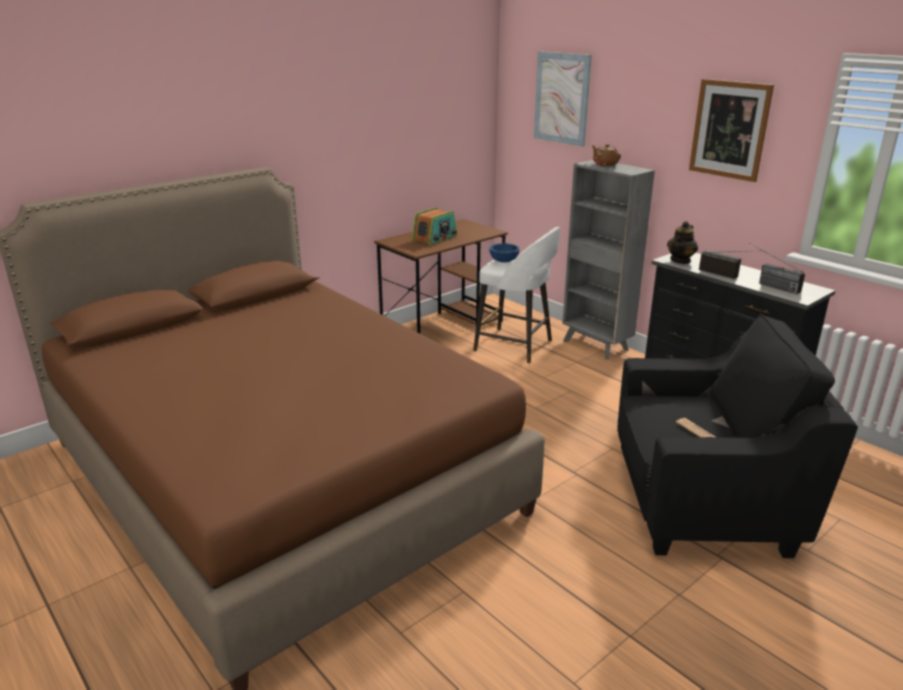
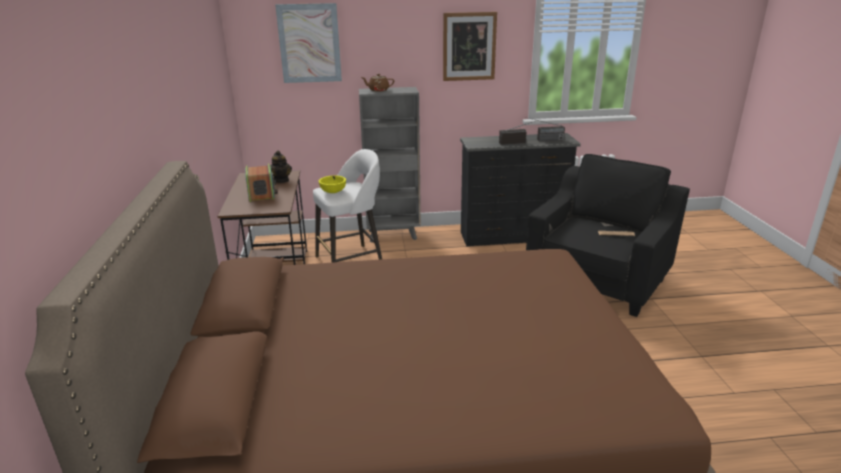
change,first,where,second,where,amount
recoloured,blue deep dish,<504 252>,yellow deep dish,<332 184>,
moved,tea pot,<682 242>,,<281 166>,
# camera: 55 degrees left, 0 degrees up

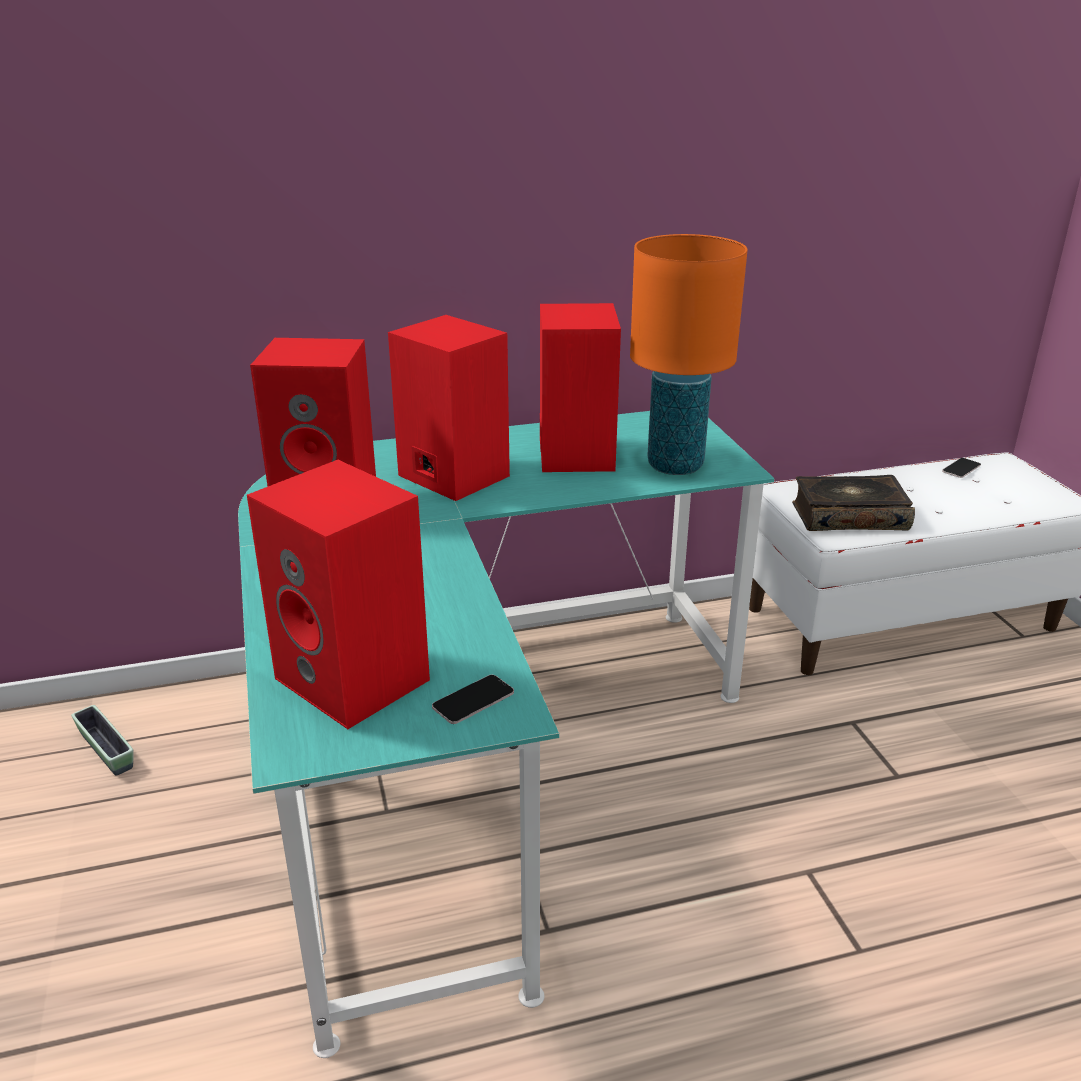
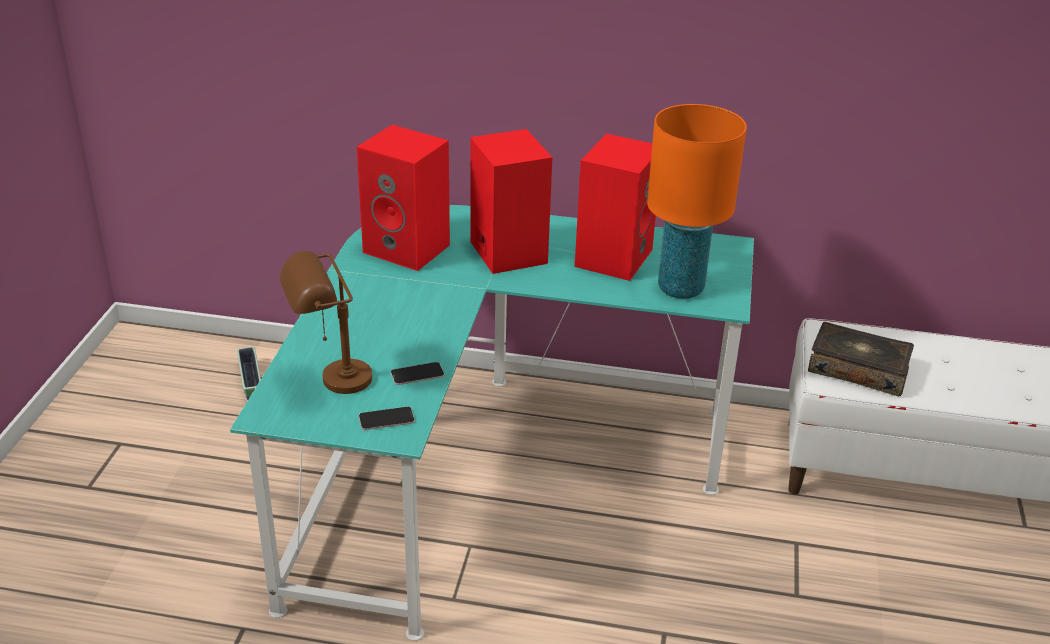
change,first,where,second,where,amount
replaced,reddish speaker,<338 594>,brown-coloured lamp for a table,<326 322>,
moved,phone,<961 468>,,<417 373>,
# camera: 25 degrees right, 5 degrees up

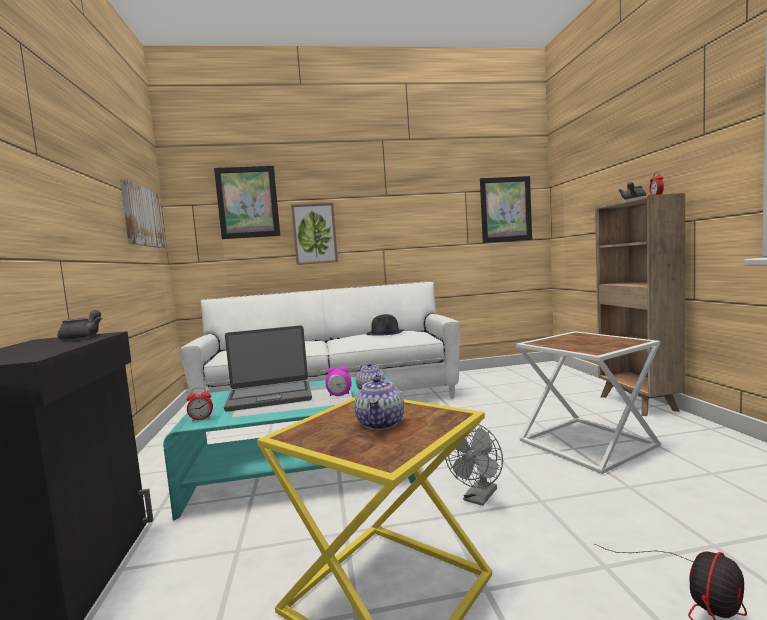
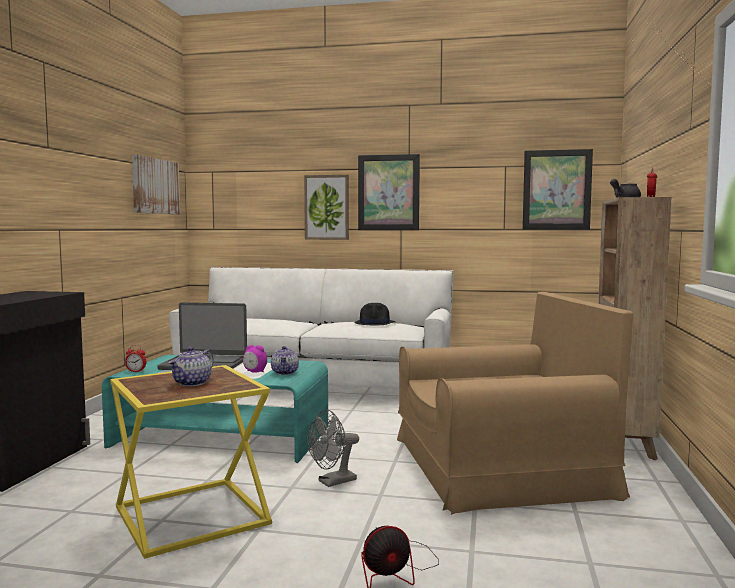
change,first,where,second,where,amount
removed,gray tea pot,<80 325>,,,
moved,picture,<247 202>,,<389 192>,
replaced,white-coloured side table,<588 402>,brown-coloured easy chair,<515 403>,
# camera: 20 degrees right, 0 degrees up

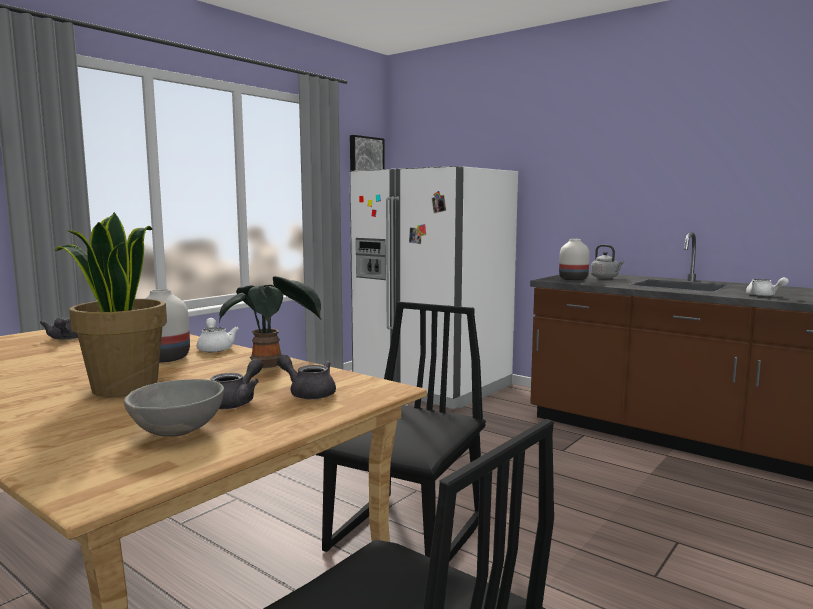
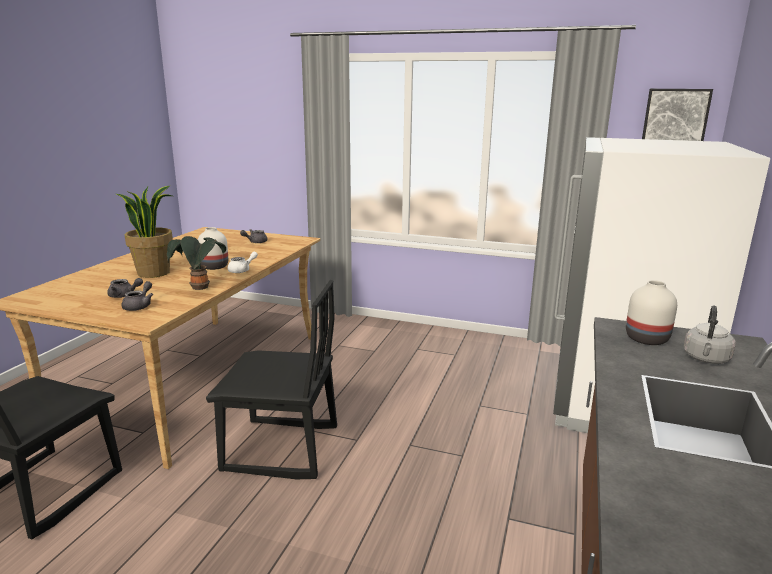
change,first,where,second,where,amount
removed,gray deep dish,<174 408>,,,
removed,white-coloured tea pot,<767 286>,,,
# camera: 70 degrees right, 10 degrees up

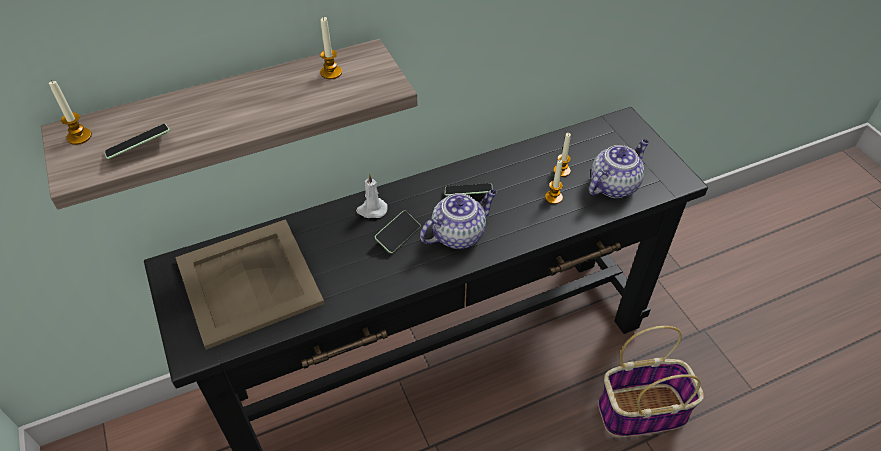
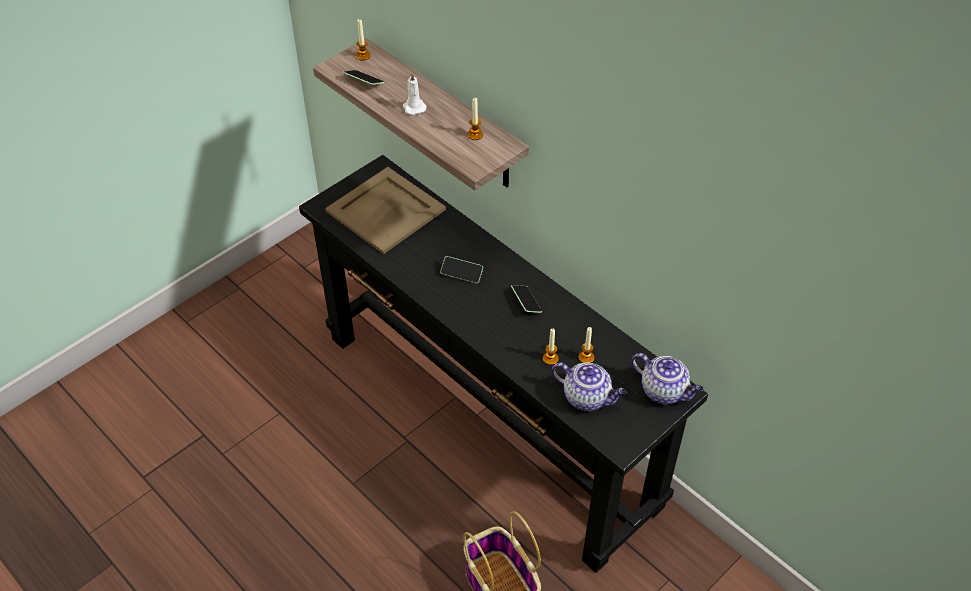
change,first,where,second,where,amount
moved,white-coloured wax candle,<372 196>,,<415 93>,
moved,tea pot,<458 219>,,<668 379>,
# camera: 70 degrees right, 0 degrees up

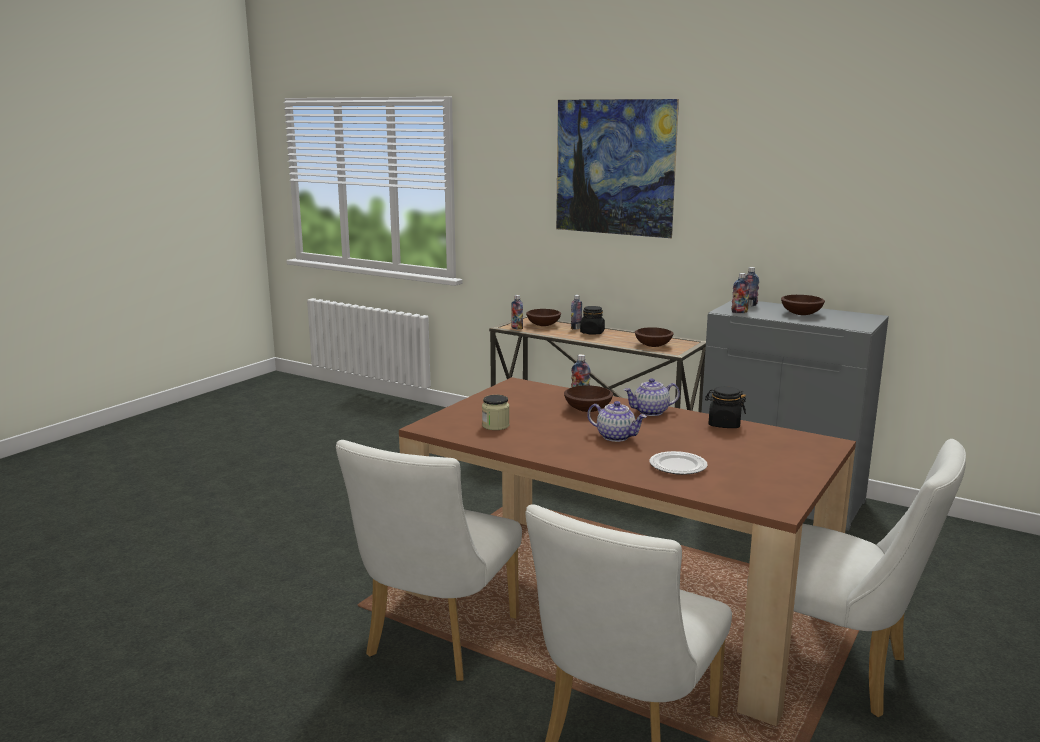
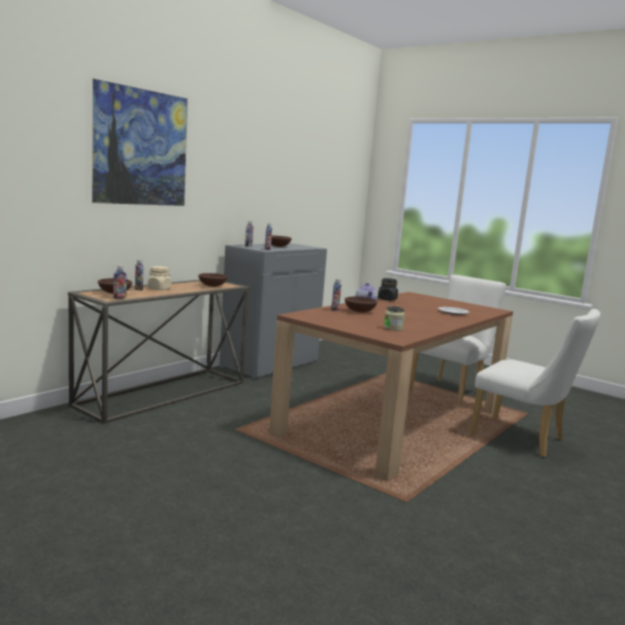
change,first,where,second,where,amount
removed,white-coloured chair,<429 560>,,,
recoloured,blackish jar,<592 320>,beige-coloured jar,<159 278>,
removed,tea pot,<617 421>,,,
# camera: 85 degrees left, 5 degrees down

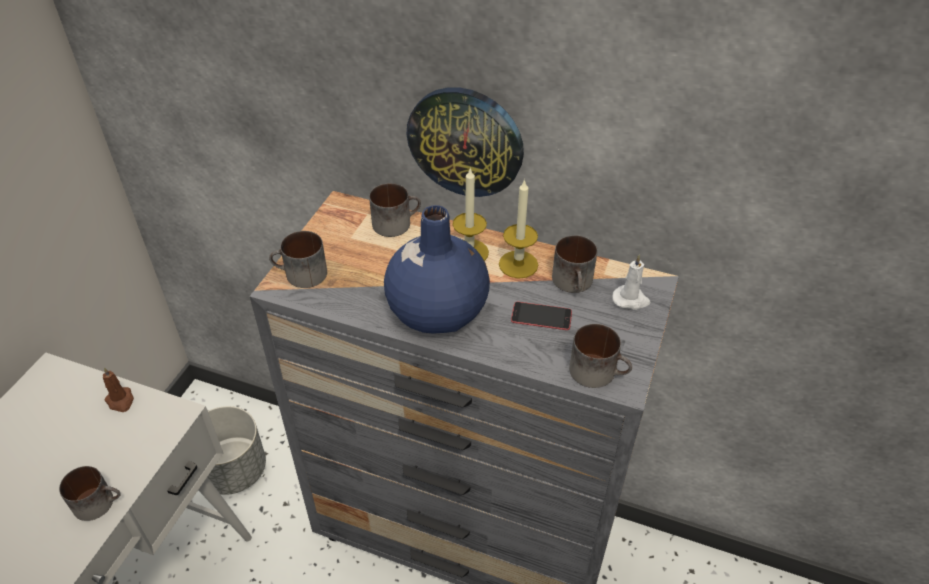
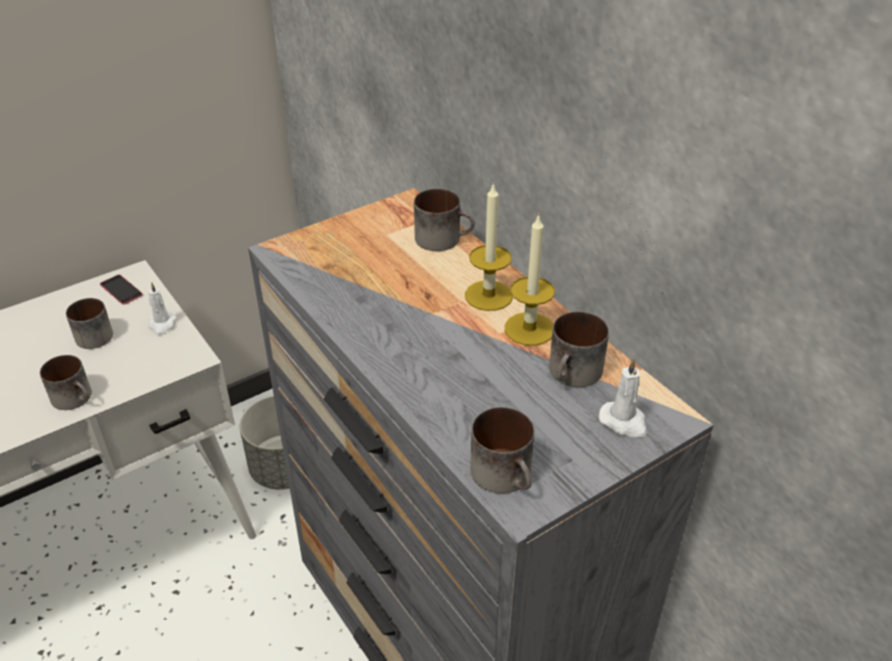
change,first,where,second,where,amount
recoloured,brown-coloured wax candle,<118 389>,white-coloured wax candle,<162 308>,
moved,tea mug,<298 259>,,<89 323>,
removed,blue decorative vase,<437 269>,,,
removed,hanging clock,<465 142>,,,
moved,phone,<541 316>,,<121 290>,
# camera: 35 degrees right, 5 degrees down

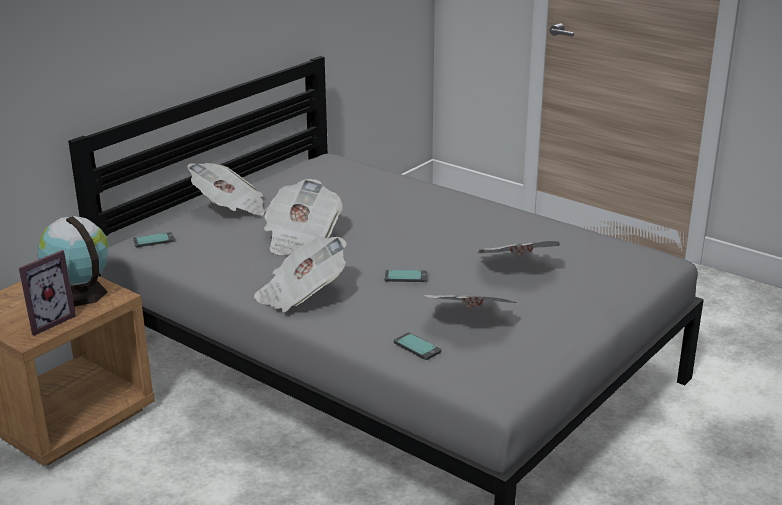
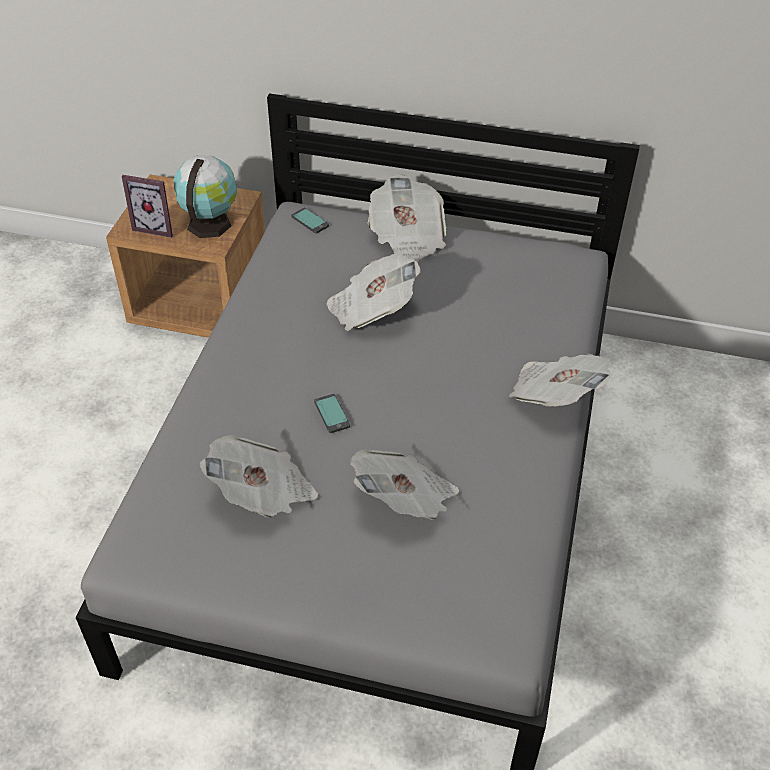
change,first,where,second,where,amount
moved,daily paper,<300 274>,,<560 380>,
removed,phone,<417 346>,,,
# camera: 65 degrees right, 20 degrees up

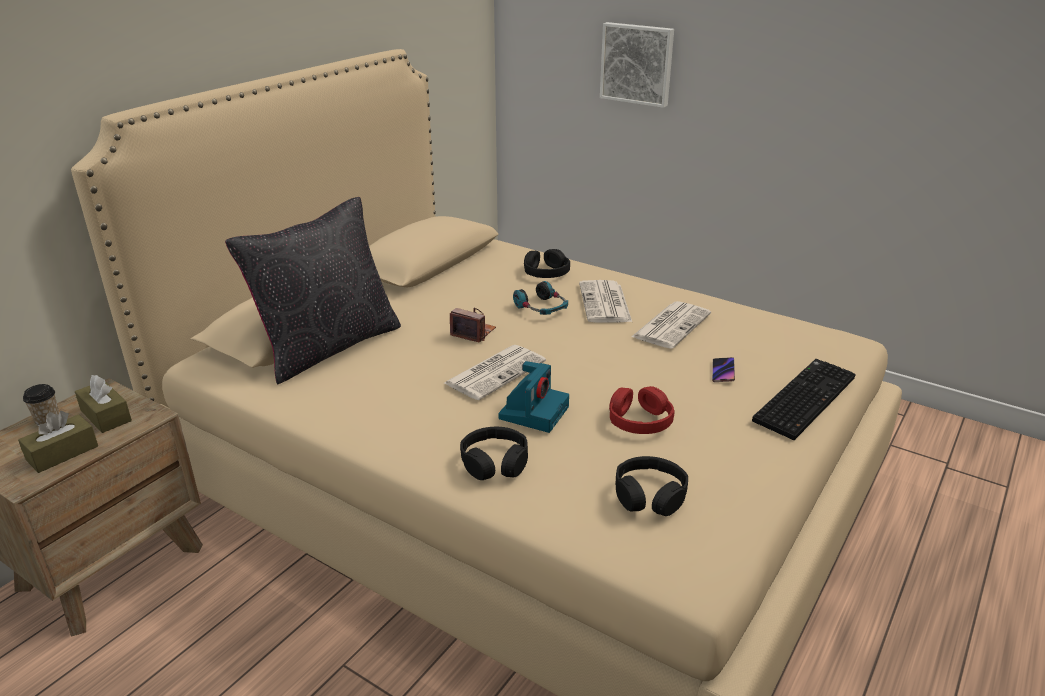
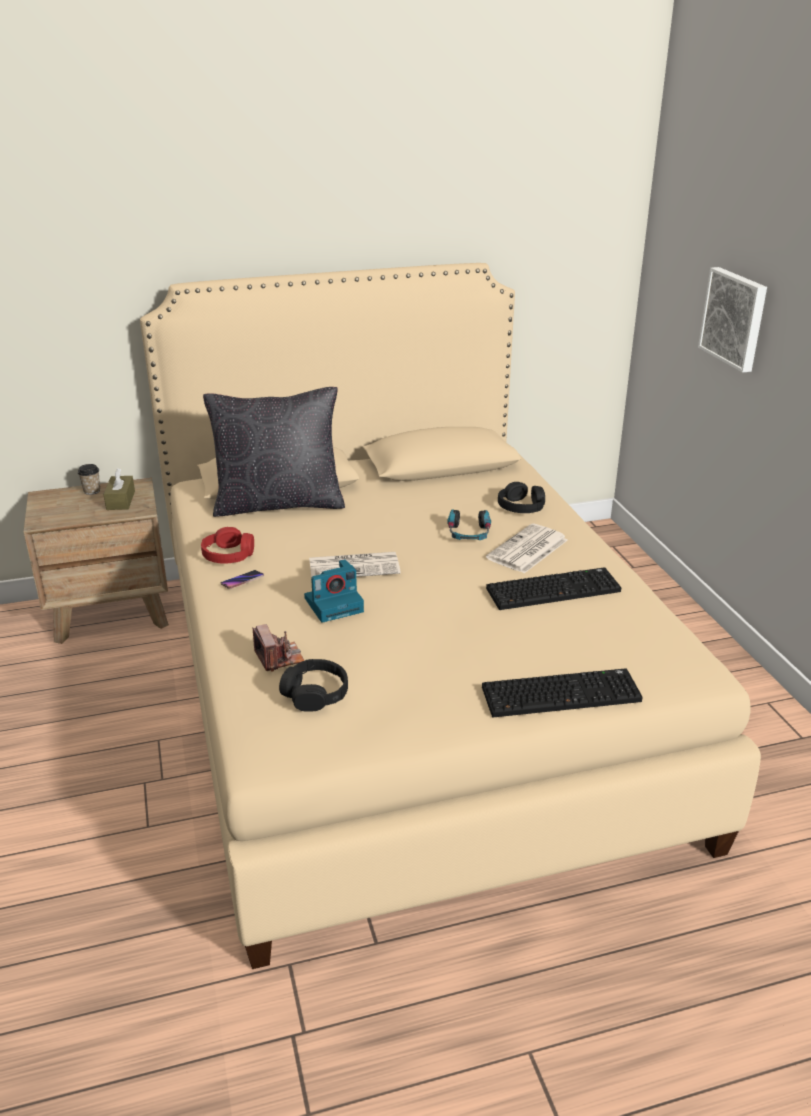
change,first,where,second,where,amount
removed,brown-coloured tissue box,<58 442>,,,
moved,photo camera,<473 325>,,<279 648>,
removed,blackish headset,<494 453>,,,
moved,reddish headset,<641 410>,,<227 545>,
replaced,daily paper,<671 325>,keyboard,<553 588>,
moved,phone,<723 369>,,<242 579>,
# camera: 40 degrees right, 0 degrees up

